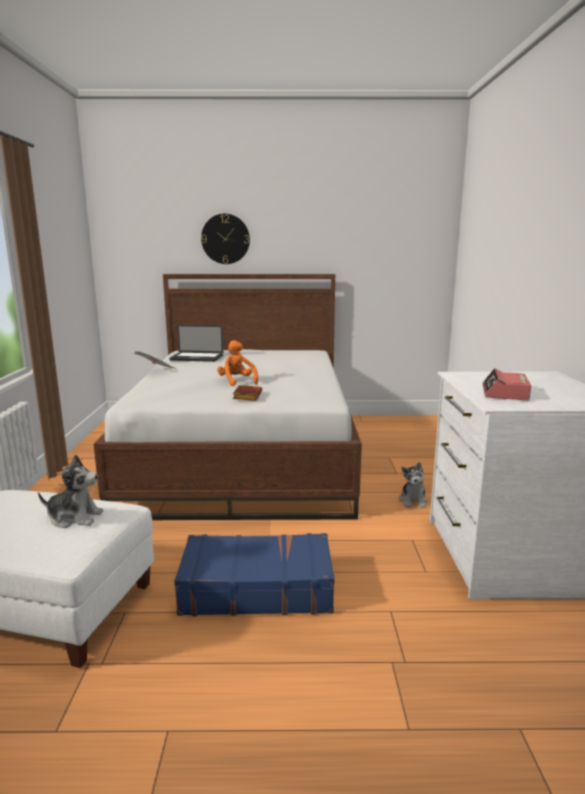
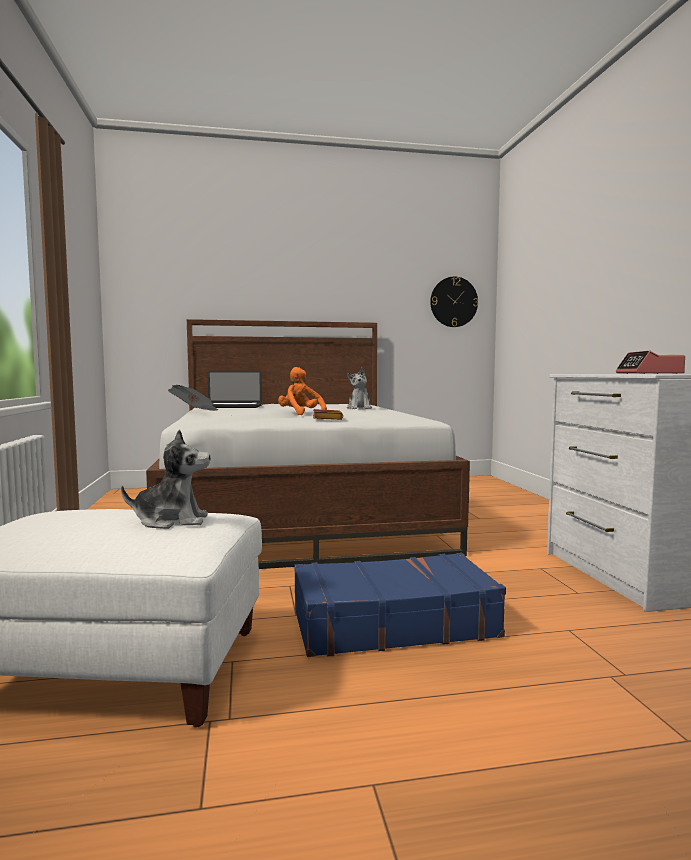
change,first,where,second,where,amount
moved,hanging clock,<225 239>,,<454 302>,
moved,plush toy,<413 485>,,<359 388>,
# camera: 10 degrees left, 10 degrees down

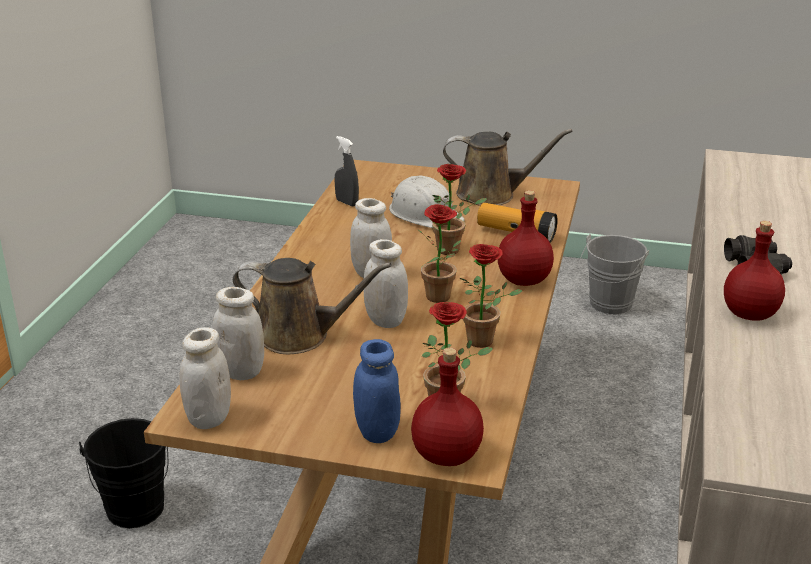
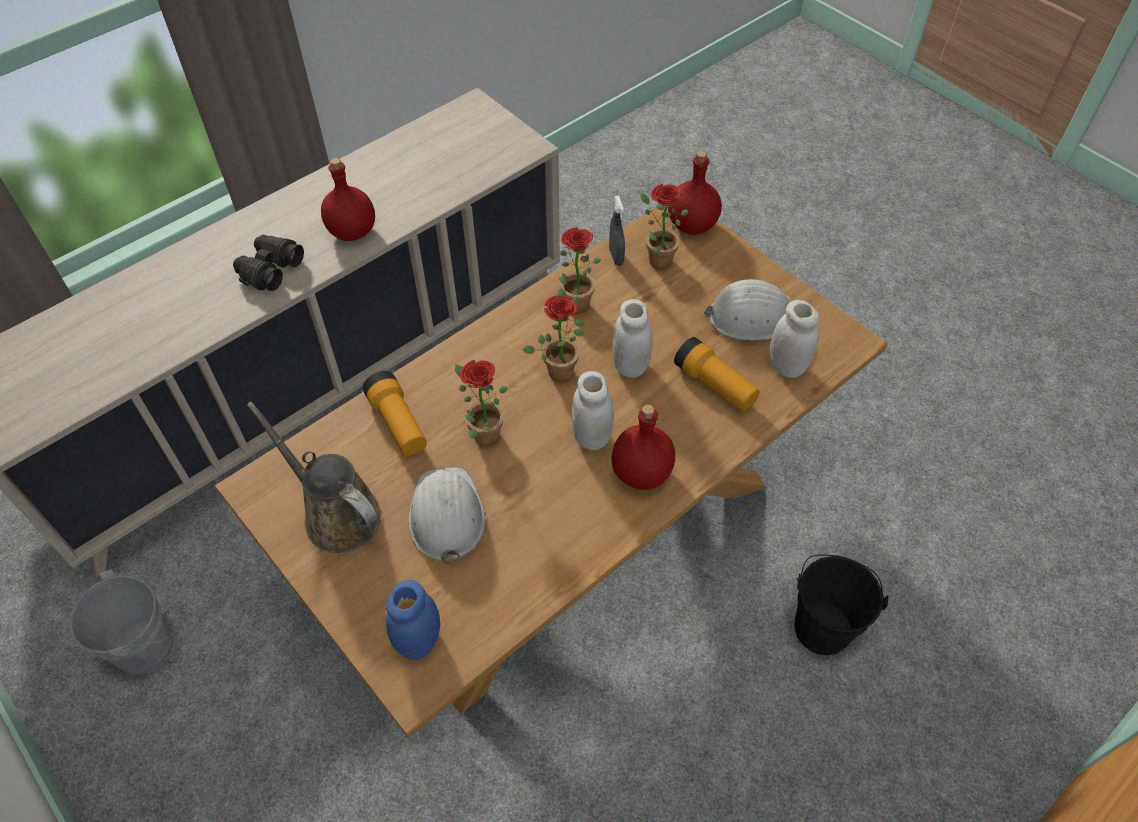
change,first,where,second,where,amount
removed,white-coloured jar,<205 378>,,,
replaced,brown-coloured sprinkling can,<312 306>,hand torch,<717 374>,
moved,gray hand sprayer,<346 171>,,<617 231>,
moved,blue jar,<377 391>,,<413 620>,
moved,reddish beverage bottle,<526 238>,,<643 447>,
added,,,white-coloured hard hat,<747 310>,
# camera: 145 degrees left, 25 degrees up

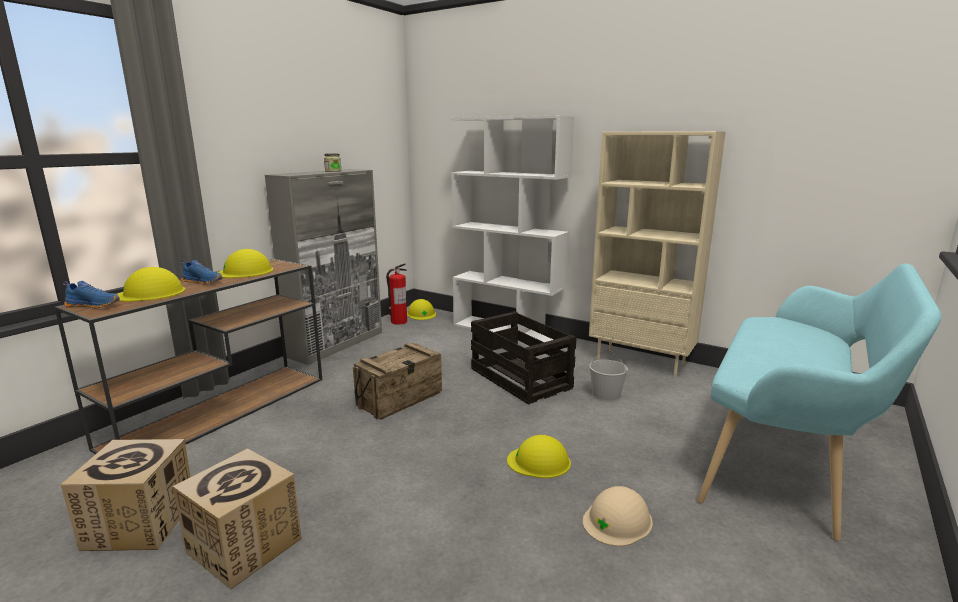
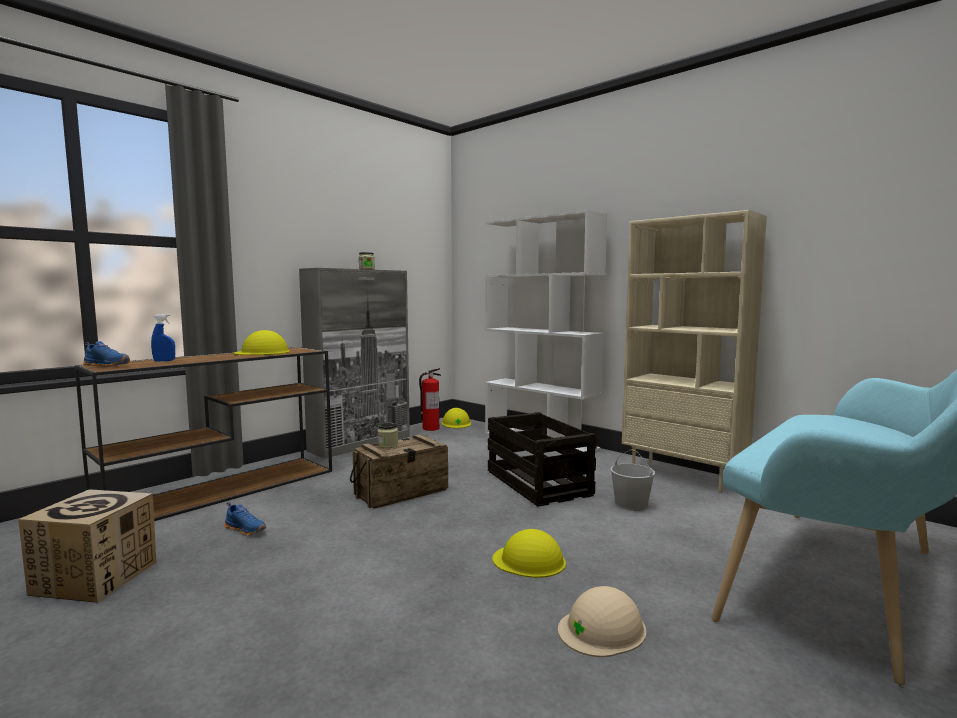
change,first,where,second,where,amount
replaced,yellow hard hat,<151 284>,blue hand sprayer,<163 338>,
removed,cardboard box,<237 519>,,,
moved,blue shoe,<202 272>,,<245 518>,
added,,,jar,<388 435>,
# camera: 10 degrees right, 10 degrees down

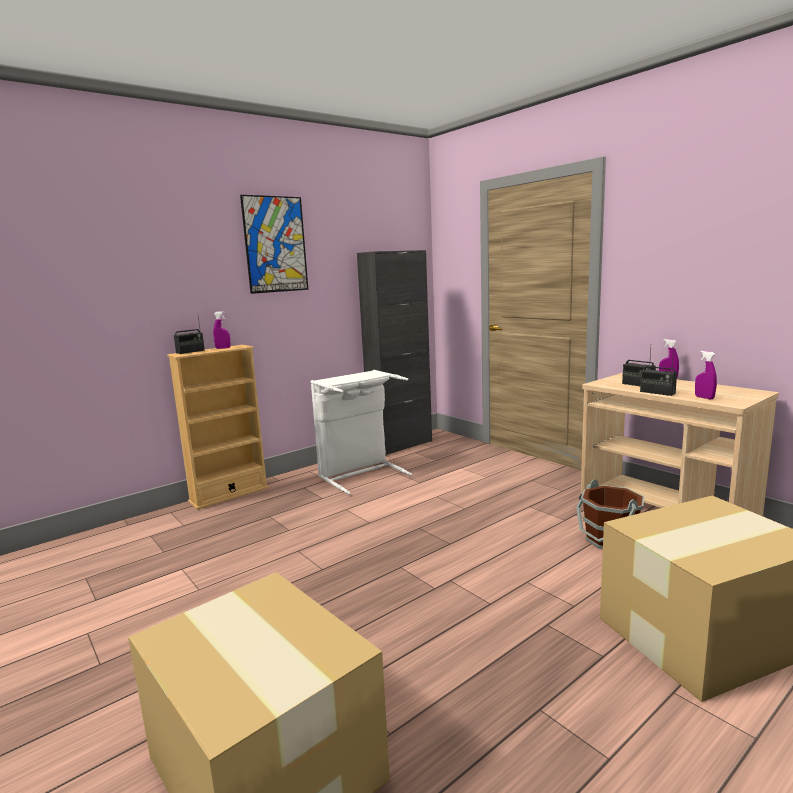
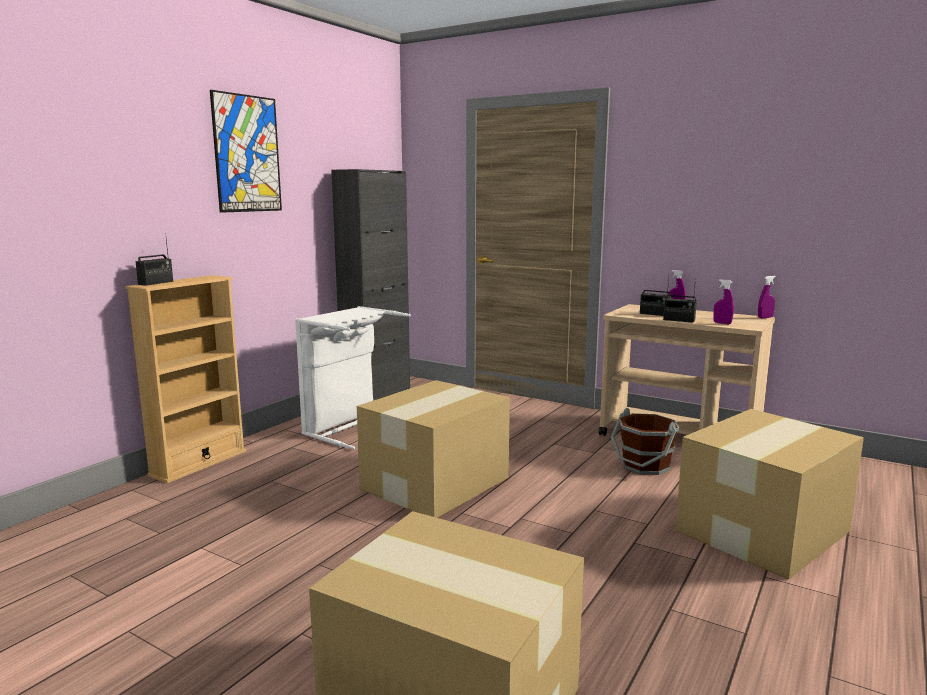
change,first,where,second,where,amount
moved,purplish hand sprayer,<221 330>,,<767 297>,
added,,,cardboard box,<433 449>,
# camera: 20 degrees left, 0 degrees up

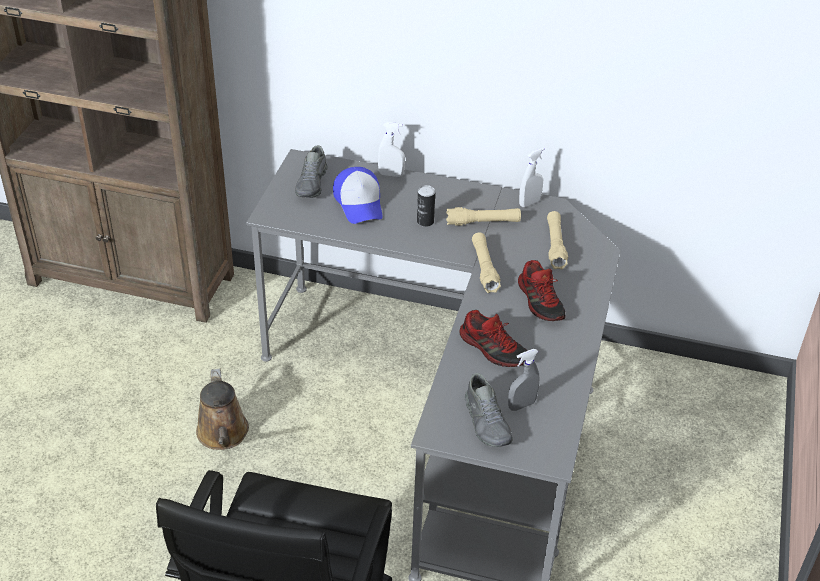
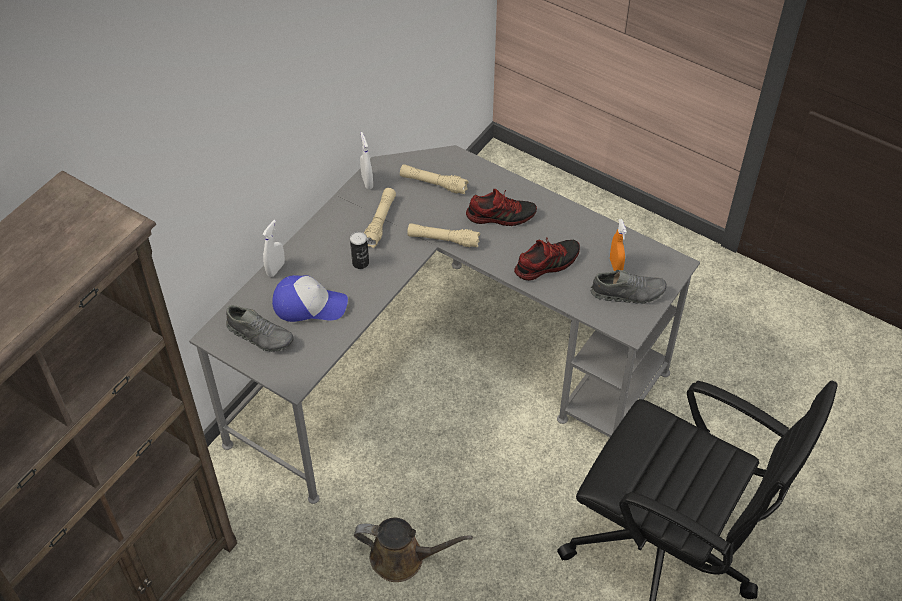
change,first,where,second,where,amount
recoloured,gray hand sprayer,<523 380>,orange-coloured hand sprayer,<618 245>,
# camera: 70 degrees left, 10 degrees up

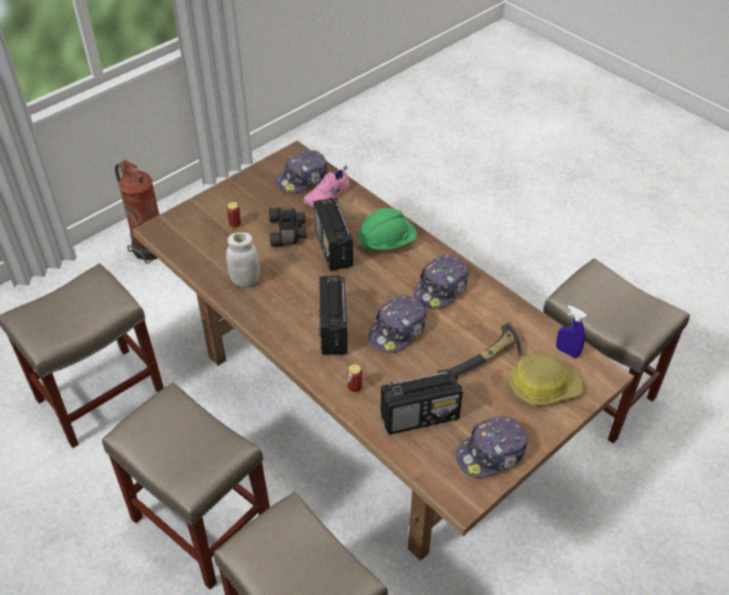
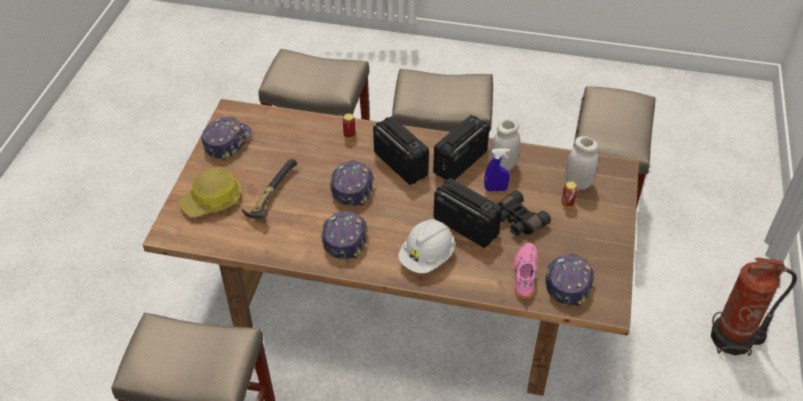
change,first,where,second,where,amount
recoloured,green-coloured hard hat,<387 229>,white-coloured hard hat,<426 246>,
moved,radio,<422 403>,,<461 147>,
moved,blue hand sprayer,<571 331>,,<497 170>,
added,,,white-coloured jar,<582 163>,
# camera: 145 degrees right, 0 degrees up

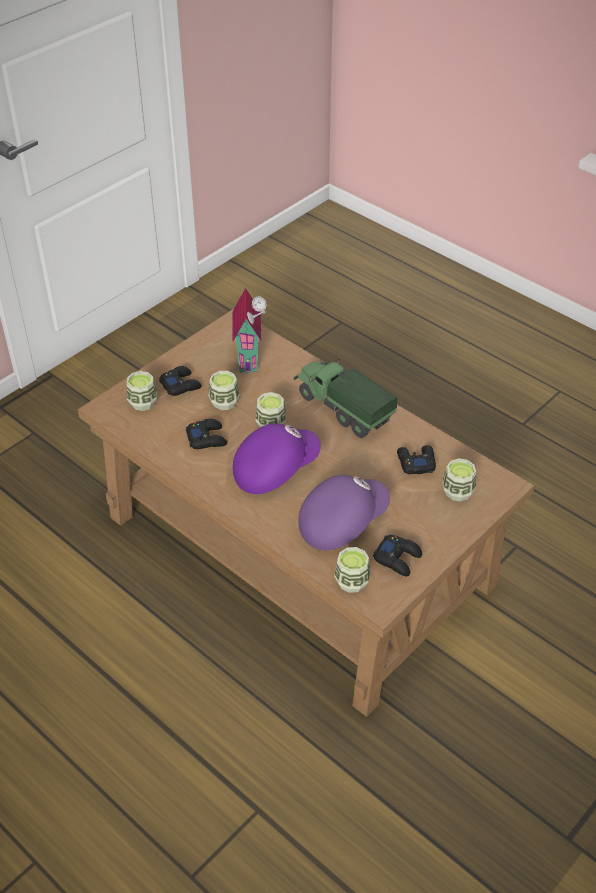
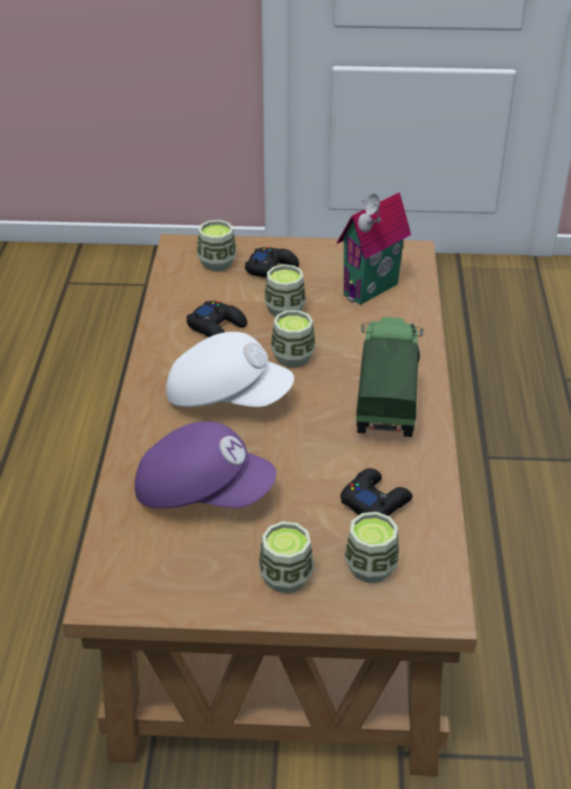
change,first,where,second,where,amount
recoloured,purplish cap,<277 458>,white-coloured cap,<230 369>,
moved,drinking cup,<352 570>,,<286 557>,
removed,blackish game controller,<397 555>,,,
# camera: 50 degrees right, 5 degrees down

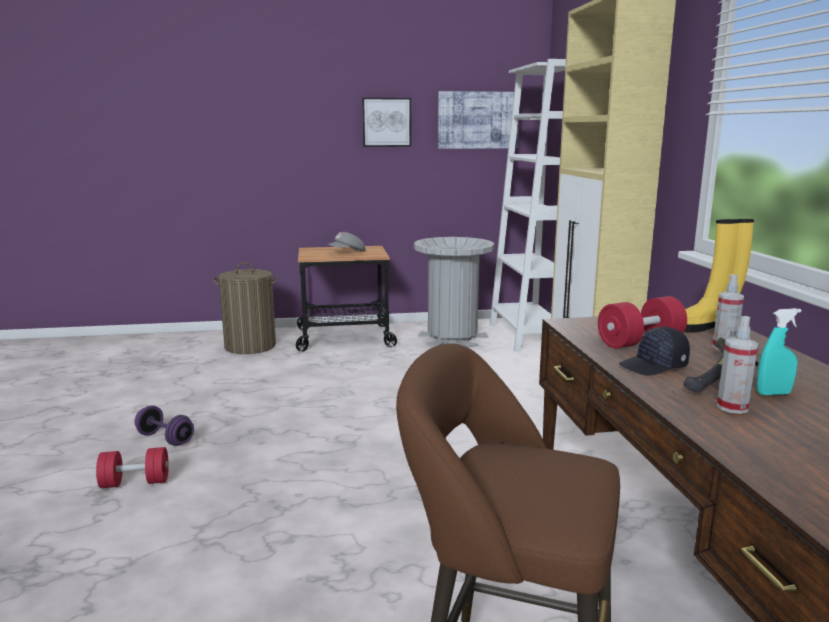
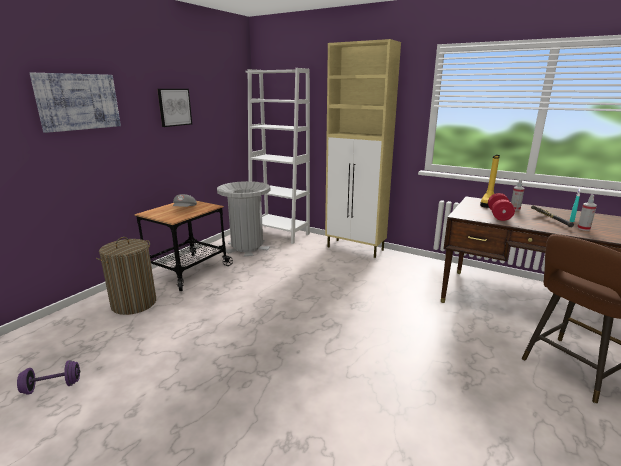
change,first,where,second,where,amount
removed,reddish hand weight,<132 467>,,,
moved,purplish hand weight,<164 425>,,<48 377>,
moved,picture,<478 120>,,<75 103>,
removed,blackish cap,<654 351>,,,
# camera: 50 degrees left, 5 degrees up

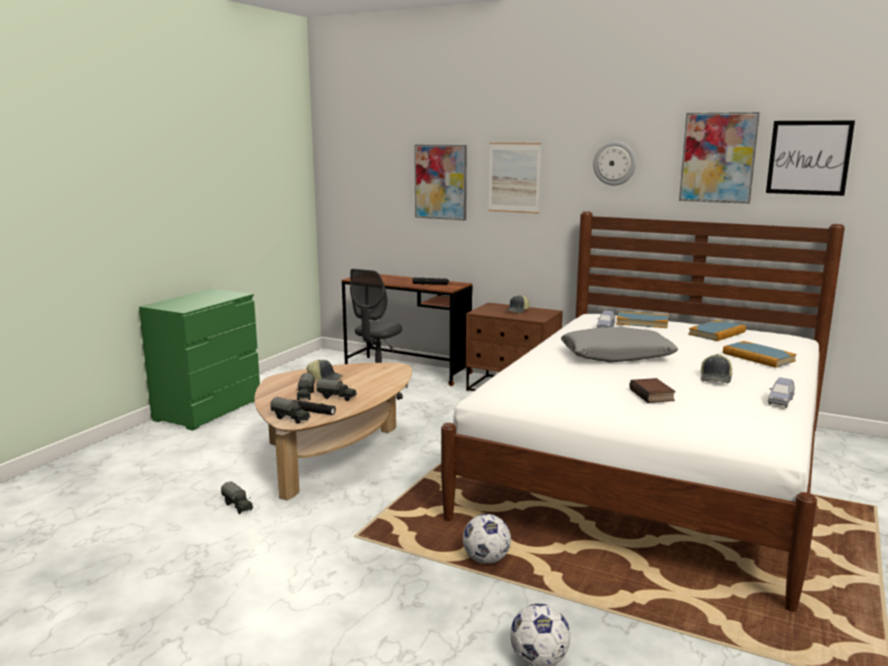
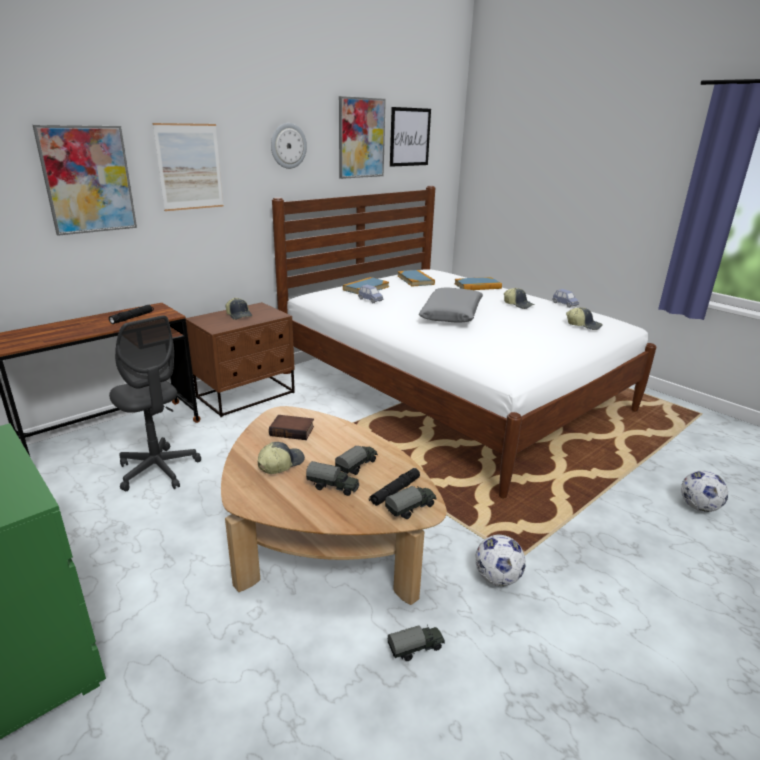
change,first,where,second,where,amount
moved,football ball,<487 539>,,<500 561>,
moved,bound book,<652 390>,,<291 427>,
added,,,cap,<584 318>,
# camera: 70 degrees left, 10 degrees up

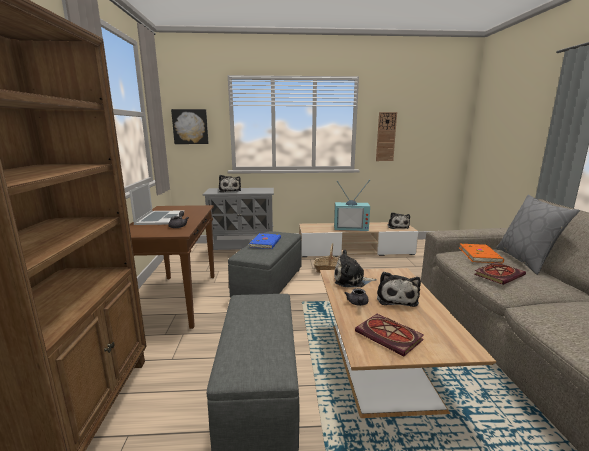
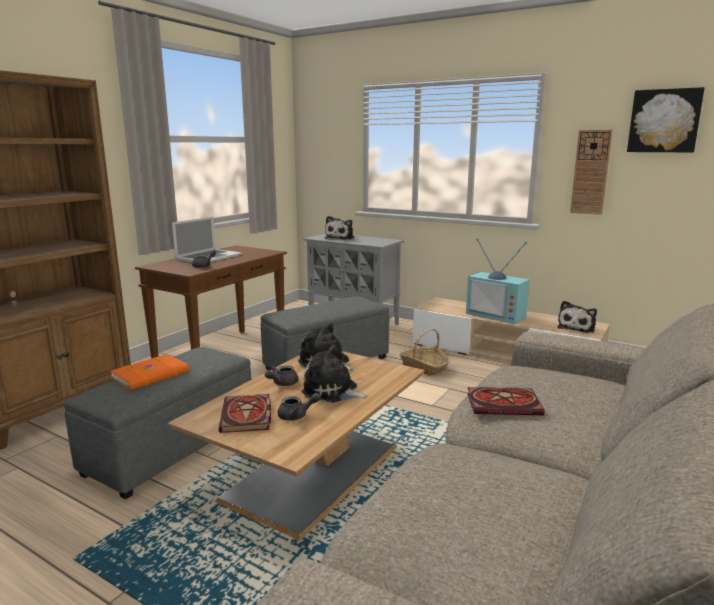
change,first,where,second,where,amount
moved,picture,<190 126>,,<666 120>,
removed,blue bound book,<265 241>,,,
turned,plush toy,<399 289>,,<335 374>,75 degrees clockwise
moved,orange-coloured bound book,<481 253>,,<149 372>,
removed,gray pillow,<538 235>,,,
added,,,gray tea pot,<299 407>,
# camera: 35 degrees right, 0 degrees up

